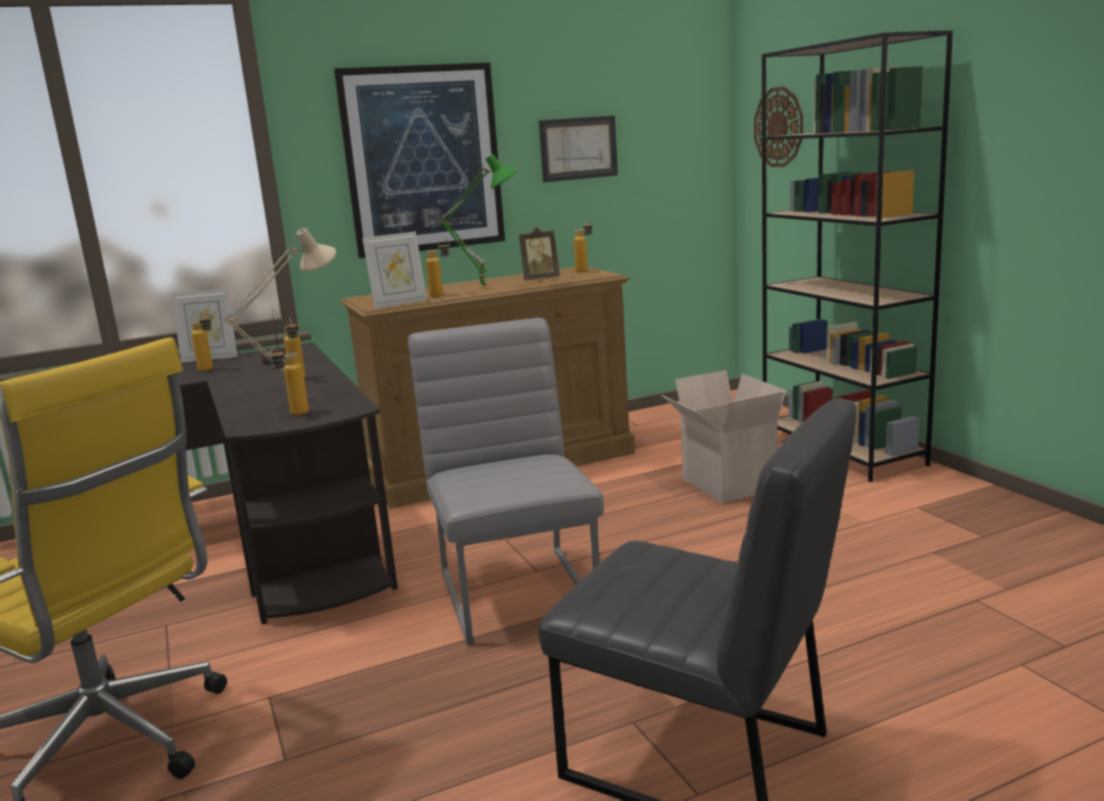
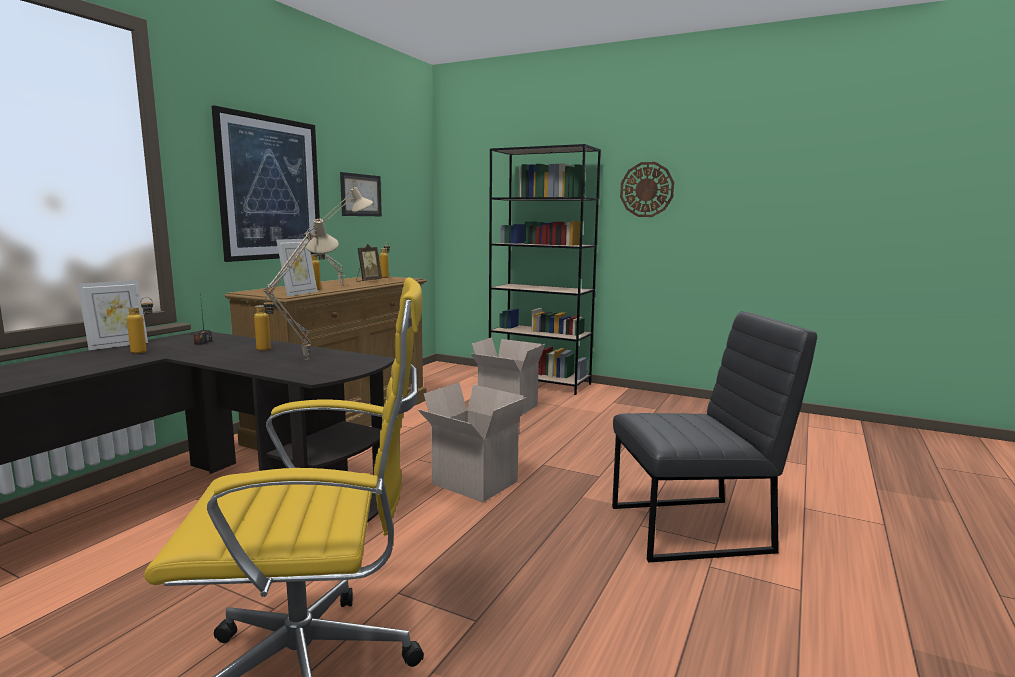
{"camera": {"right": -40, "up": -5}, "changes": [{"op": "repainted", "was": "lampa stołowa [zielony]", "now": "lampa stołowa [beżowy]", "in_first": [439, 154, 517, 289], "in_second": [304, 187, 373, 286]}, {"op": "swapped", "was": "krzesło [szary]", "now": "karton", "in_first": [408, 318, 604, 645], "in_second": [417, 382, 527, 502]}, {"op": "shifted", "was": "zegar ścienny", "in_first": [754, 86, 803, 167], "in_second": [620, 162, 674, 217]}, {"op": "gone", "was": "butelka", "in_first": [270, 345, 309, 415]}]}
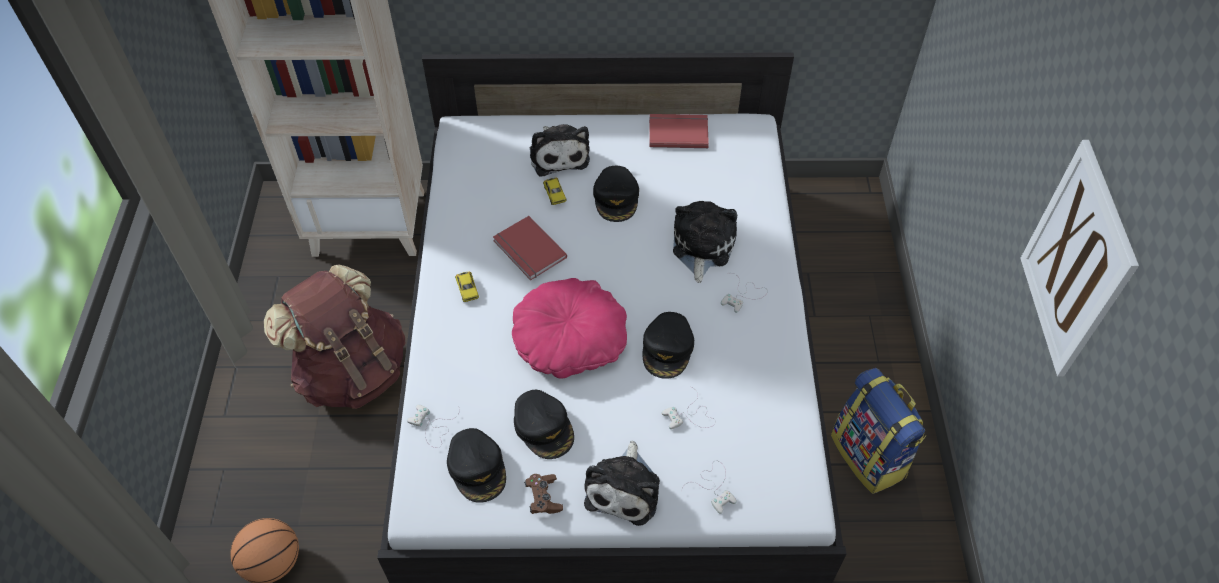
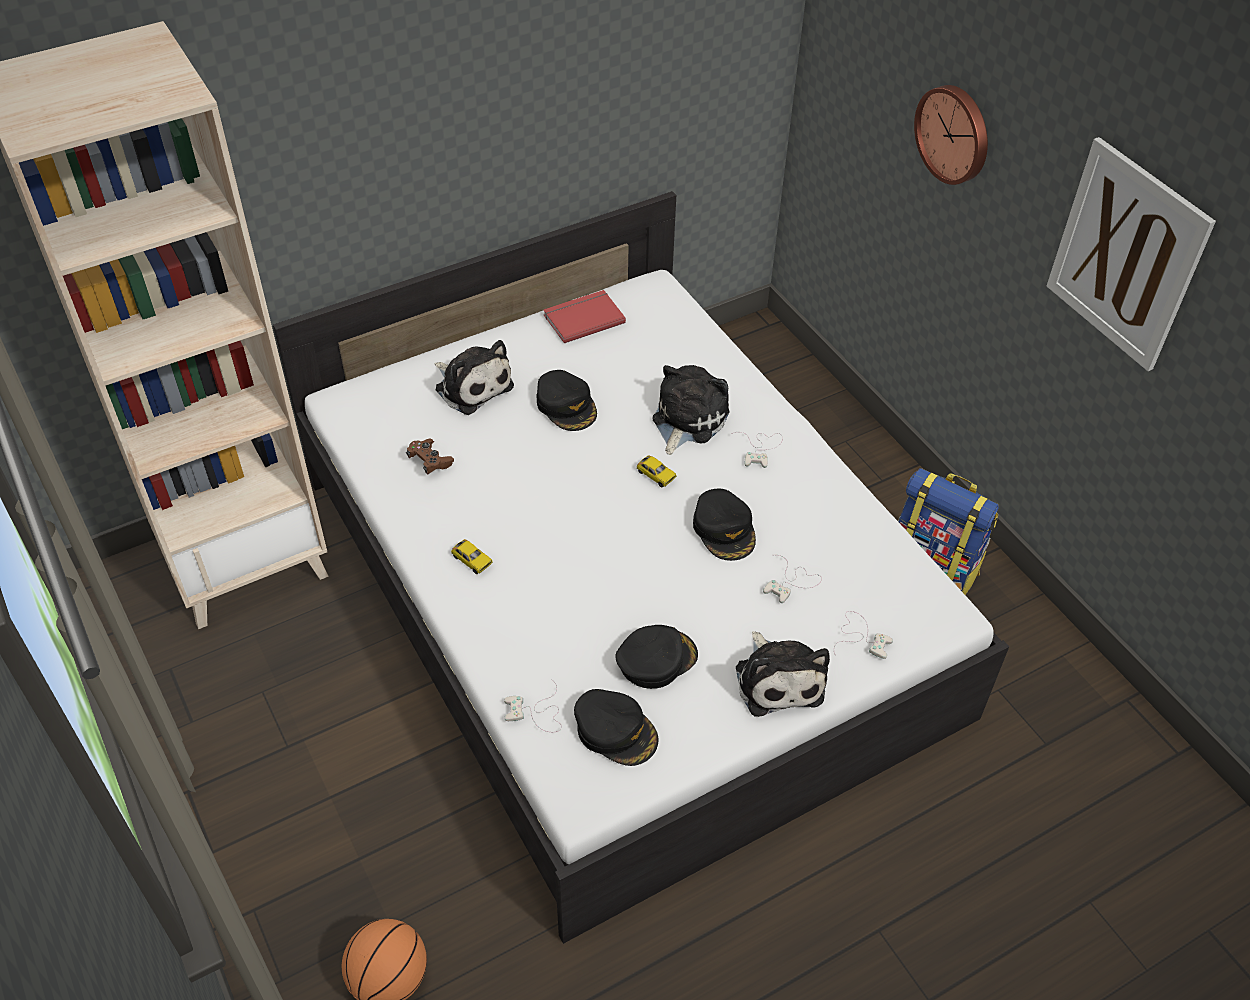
{"camera": {"right": -30, "up": -5}, "changes": [{"op": "shifted", "was": "pad do gier [brązowy]", "in_first": [524, 474, 563, 514], "in_second": [406, 439, 454, 474]}, {"op": "rotated", "was": "czapka z daszkiem [czarny]", "in_first": [514, 390, 574, 459], "in_second": [615, 625, 698, 689], "clockwise": -60}, {"op": "shifted", "was": "samochodzik", "in_first": [543, 178, 567, 205], "in_second": [637, 456, 677, 487]}, {"op": "rotated", "was": "pluszak", "in_first": [673, 201, 737, 283], "in_second": [653, 365, 730, 455], "clockwise": 45}, {"op": "new", "now": "zegar ścienny", "in_second": [914, 85, 988, 185]}, {"op": "gone", "was": "plecak [brązowy]", "in_first": [264, 264, 405, 409]}, {"op": "gone", "was": "książka [czerwony]", "in_first": [493, 216, 567, 280]}, {"op": "gone", "was": "poduszka [różowy]", "in_first": [512, 278, 627, 378]}]}
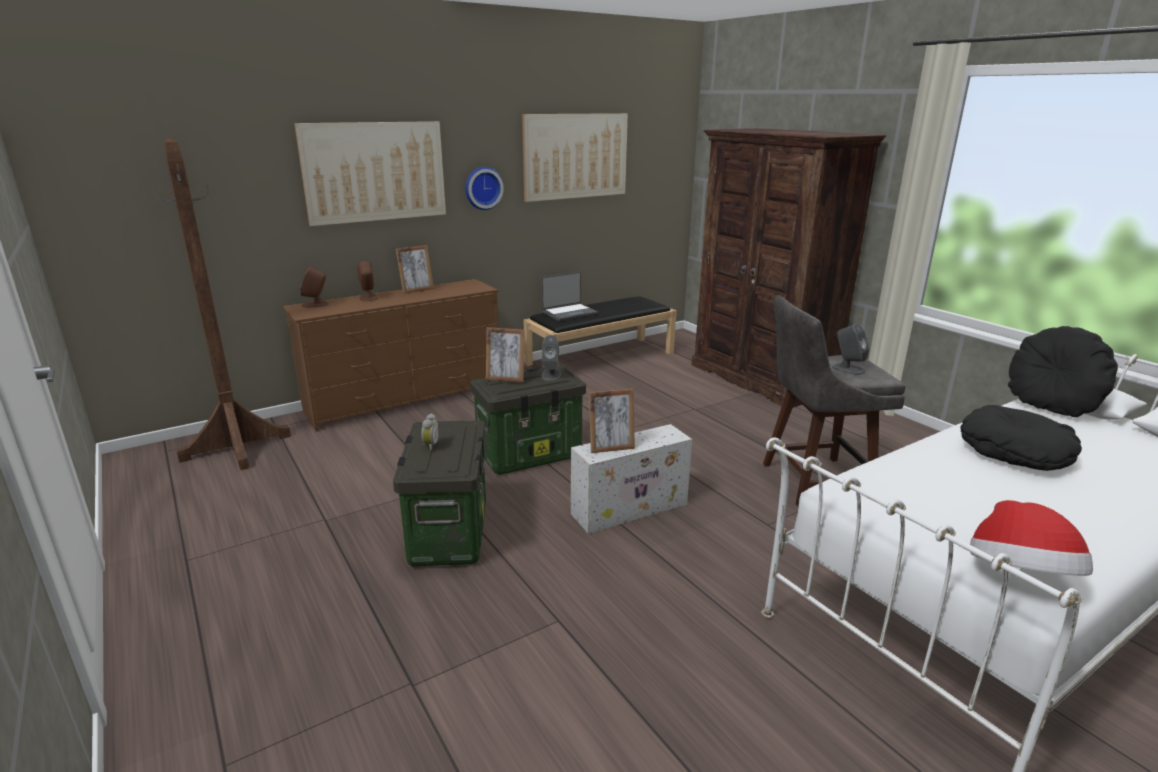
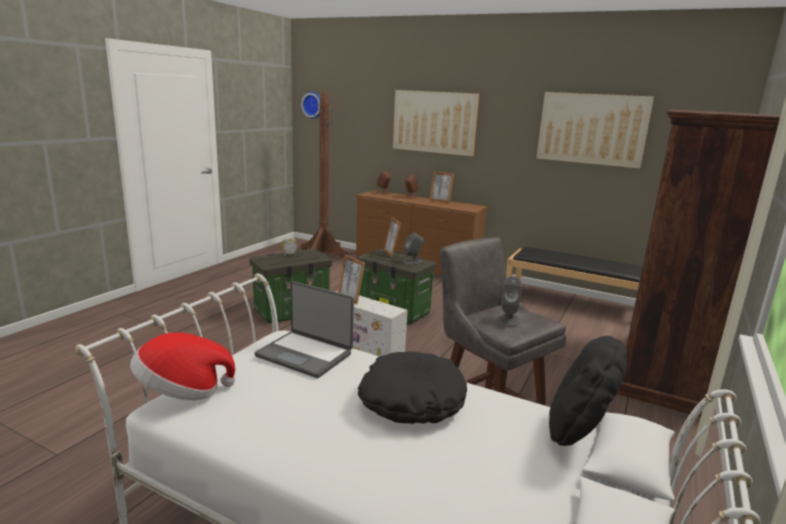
{"camera": {"right": 60, "up": -5}, "changes": [{"op": "shifted", "was": "laptop", "in_first": [541, 272, 598, 321], "in_second": [254, 281, 354, 378]}, {"op": "shifted", "was": "zegar ścienny", "in_first": [465, 167, 504, 210], "in_second": [301, 92, 320, 119]}]}
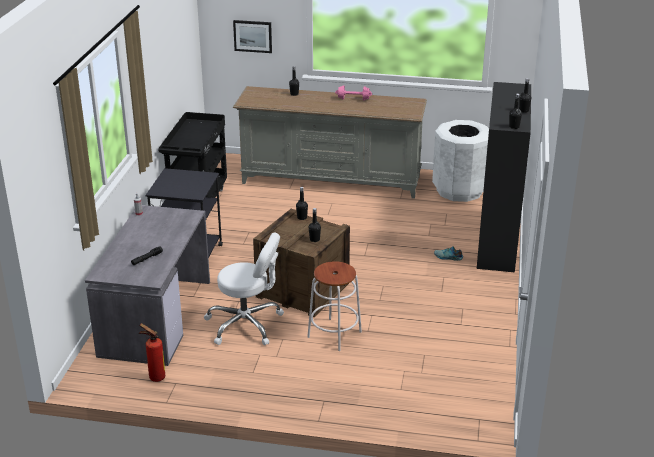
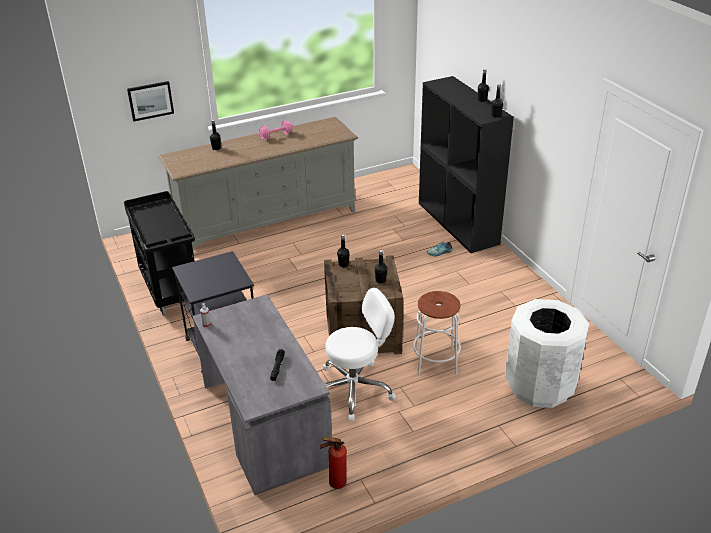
{"camera": {"right": -35, "up": 5}, "changes": [{"op": "shifted", "was": "kosz na śmieci [biały]", "in_first": [432, 120, 489, 202], "in_second": [505, 299, 589, 408]}]}
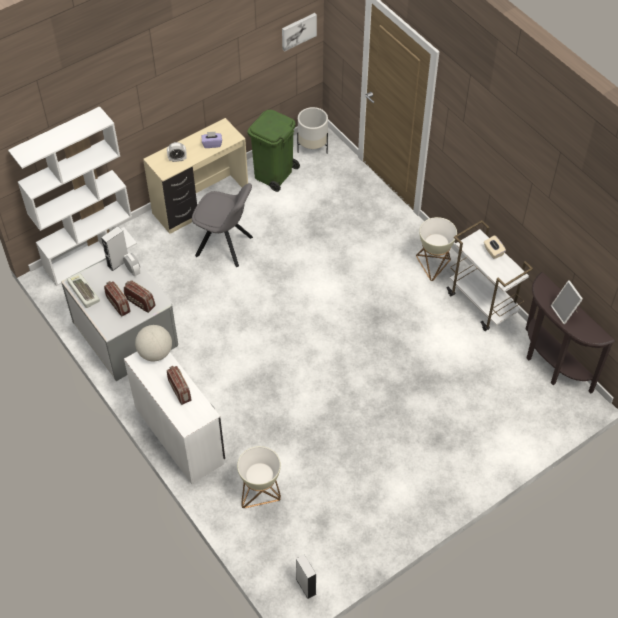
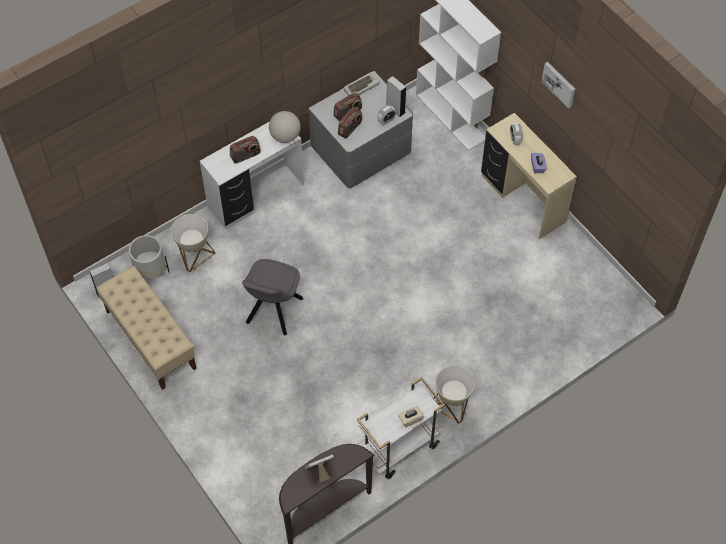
{"camera": {"right": 90, "up": 5}, "changes": [{"op": "new", "now": "ławka [beżowy]", "in_second": [96, 266, 197, 390]}, {"op": "shifted", "was": "donica [biały]", "in_first": [297, 107, 328, 153], "in_second": [129, 235, 169, 279]}, {"op": "shifted", "was": "krzesło [szary]", "in_first": [192, 183, 253, 267], "in_second": [242, 259, 303, 336]}, {"op": "shifted", "was": "obraz", "in_first": [282, 13, 317, 51], "in_second": [541, 62, 575, 109]}, {"op": "gone", "was": "kosz na śmieci [zielony]", "in_first": [247, 110, 300, 192]}]}
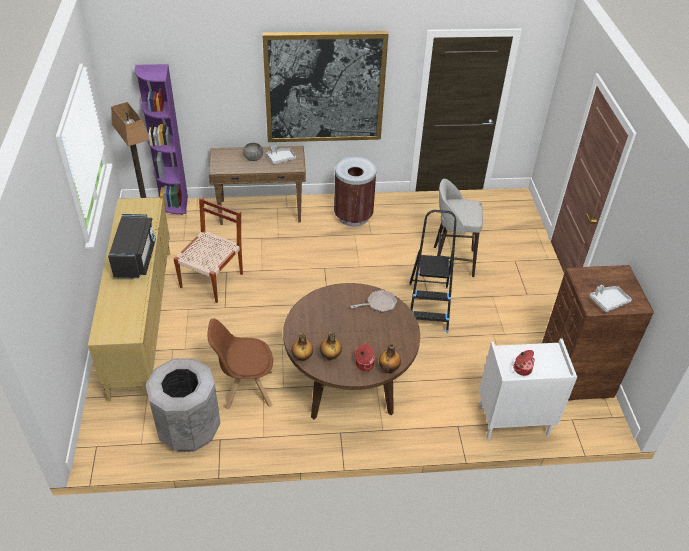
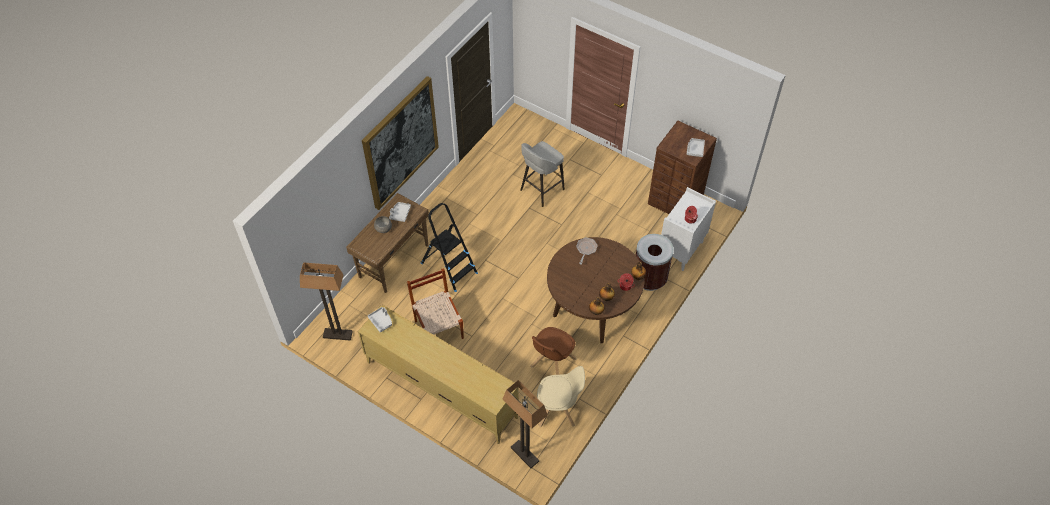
{"camera": {"right": -50, "up": 10}, "changes": [{"op": "new", "now": "taca [szary]", "in_second": [368, 307, 392, 333]}, {"op": "shifted", "was": "drabinka [czarny]", "in_first": [409, 210, 456, 333], "in_second": [421, 203, 478, 292]}, {"op": "new", "now": "lampa stojąca", "in_second": [503, 380, 547, 468]}, {"op": "swapped", "was": "kosz na śmieci [szary]", "now": "krzesło [beżowy]", "in_first": [146, 358, 220, 452], "in_second": [537, 366, 585, 427]}, {"op": "shifted", "was": "kosz na śmieci [brązowy]", "in_first": [334, 157, 376, 227], "in_second": [636, 234, 674, 291]}, {"op": "gone", "was": "mikrofalówka [czarny]", "in_first": [108, 214, 156, 279]}, {"op": "gone", "was": "regał [fioletowy]", "in_first": [135, 64, 188, 215]}]}
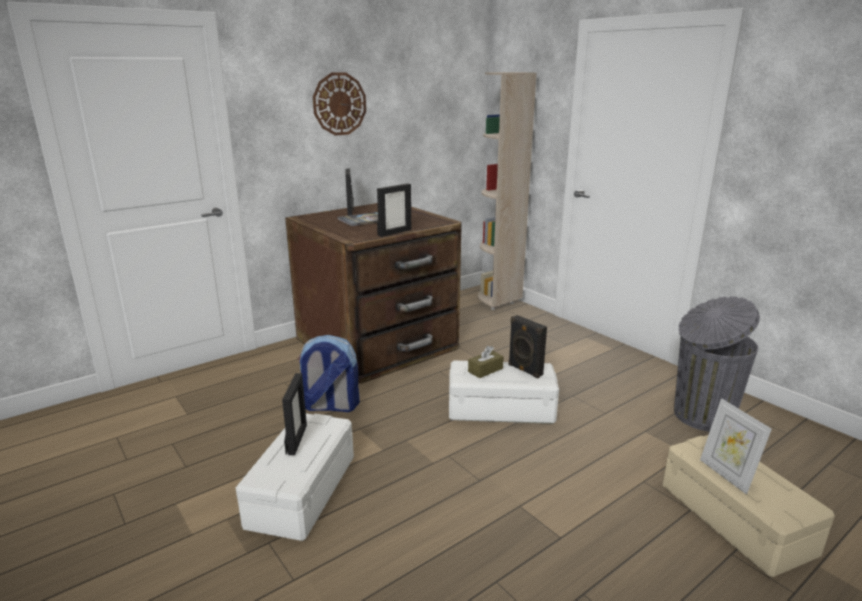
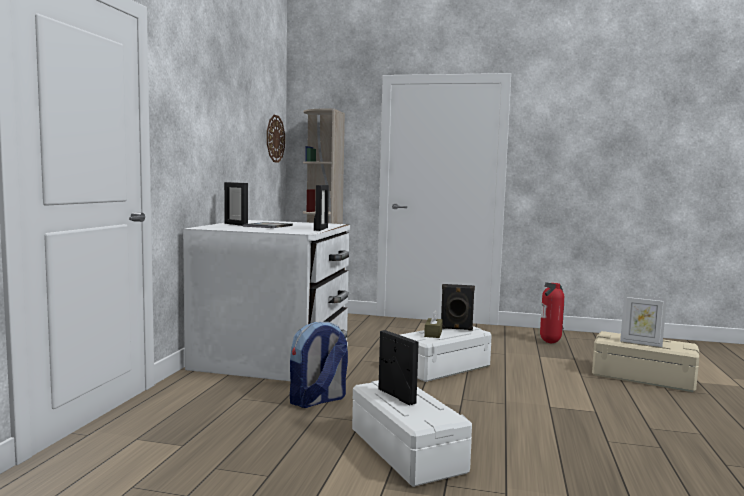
{"camera": {"right": -40, "up": -15}, "changes": [{"op": "repainted", "was": "komoda [brązowy]", "now": "komoda [biały]", "in_first": [285, 203, 461, 384], "in_second": [183, 220, 350, 381]}, {"op": "shifted", "was": "zegar ścienny", "in_first": [313, 72, 366, 136], "in_second": [267, 115, 285, 163]}, {"op": "swapped", "was": "kosz na śmieci [szary]", "now": "gaśnica", "in_first": [674, 296, 760, 432], "in_second": [540, 282, 564, 343]}]}
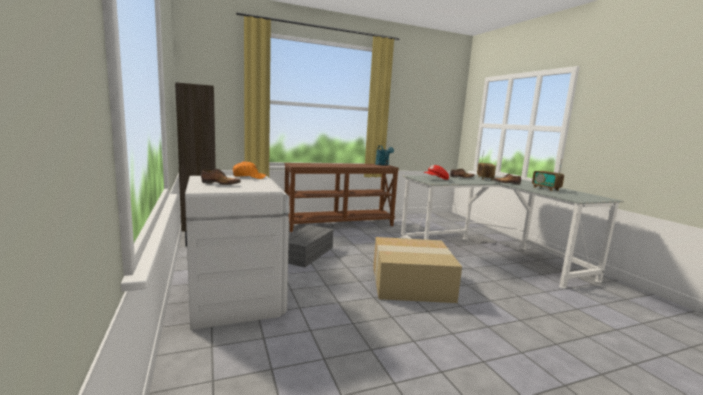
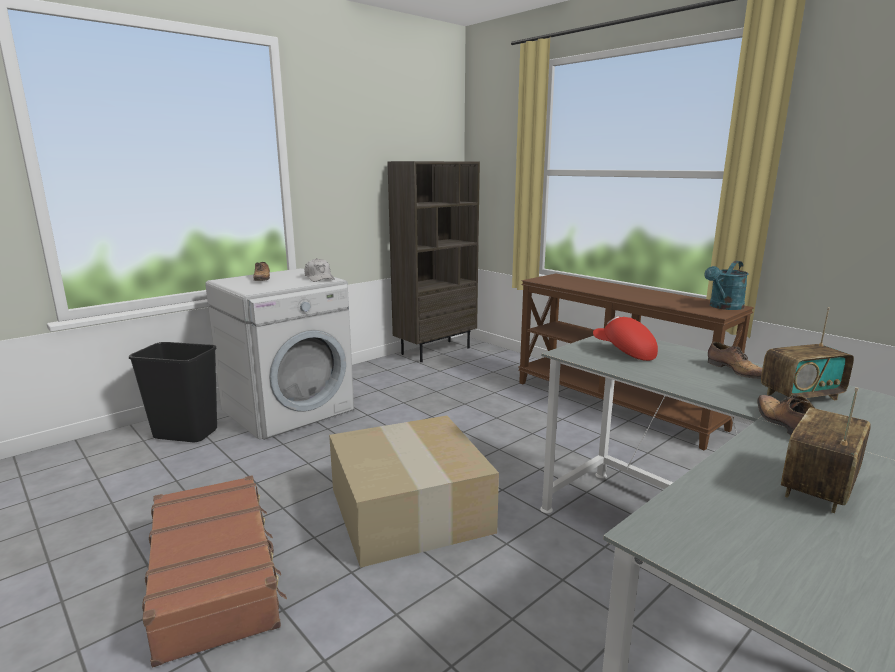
{"camera": {"right": 70, "up": 5}, "changes": [{"op": "new", "now": "kosz na śmieci [czarny]", "in_second": [129, 342, 217, 442]}, {"op": "new", "now": "walizka [brązowy]", "in_second": [142, 476, 287, 667]}, {"op": "repainted", "was": "czapka z daszkiem [pomarańczowy]", "now": "czapka z daszkiem [biały]", "in_first": [233, 161, 266, 179], "in_second": [305, 258, 335, 282]}, {"op": "gone", "was": "pojemnik do przechowywania [szary]", "in_first": [288, 225, 334, 267]}]}
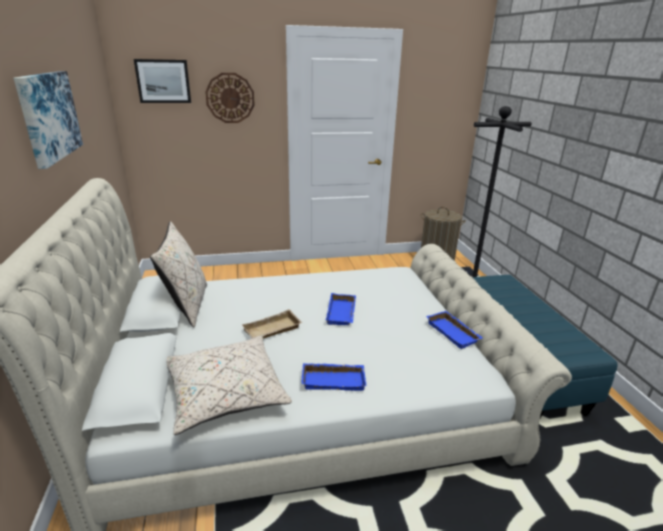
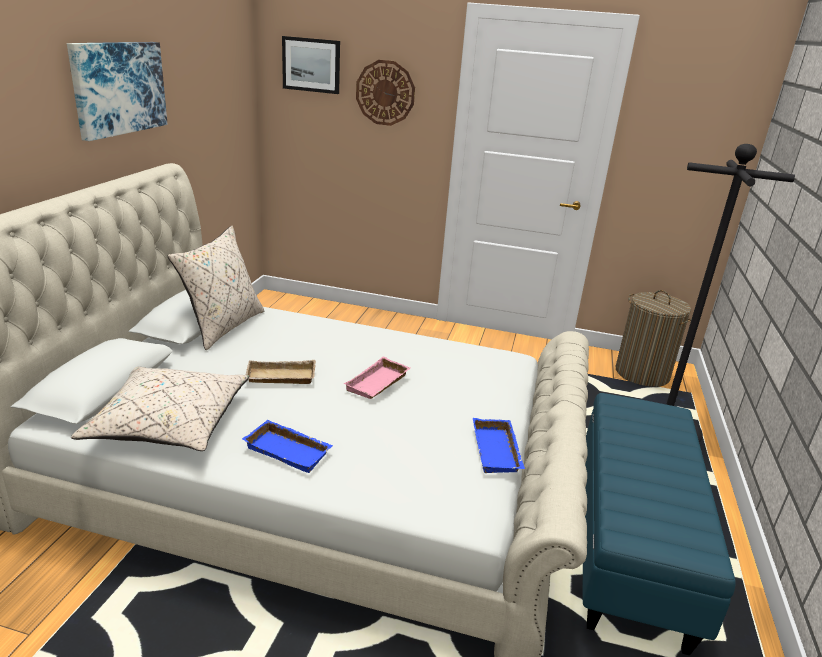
{"camera": {"right": 25, "up": 0}, "changes": [{"op": "repainted", "was": "taca [niebieski]", "now": "taca [różowy]", "in_first": [326, 293, 356, 325], "in_second": [344, 356, 410, 399]}]}
